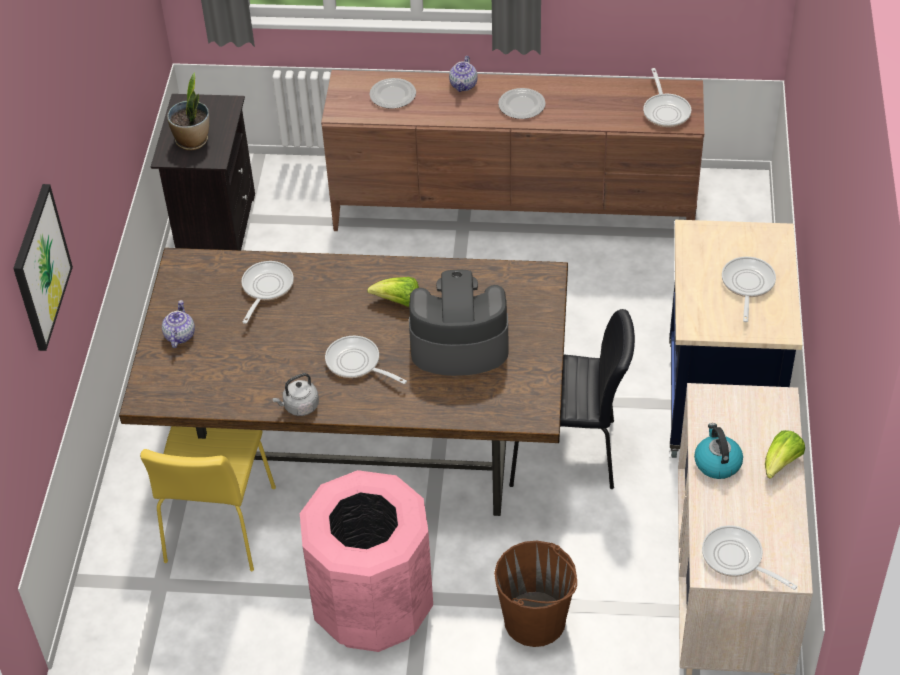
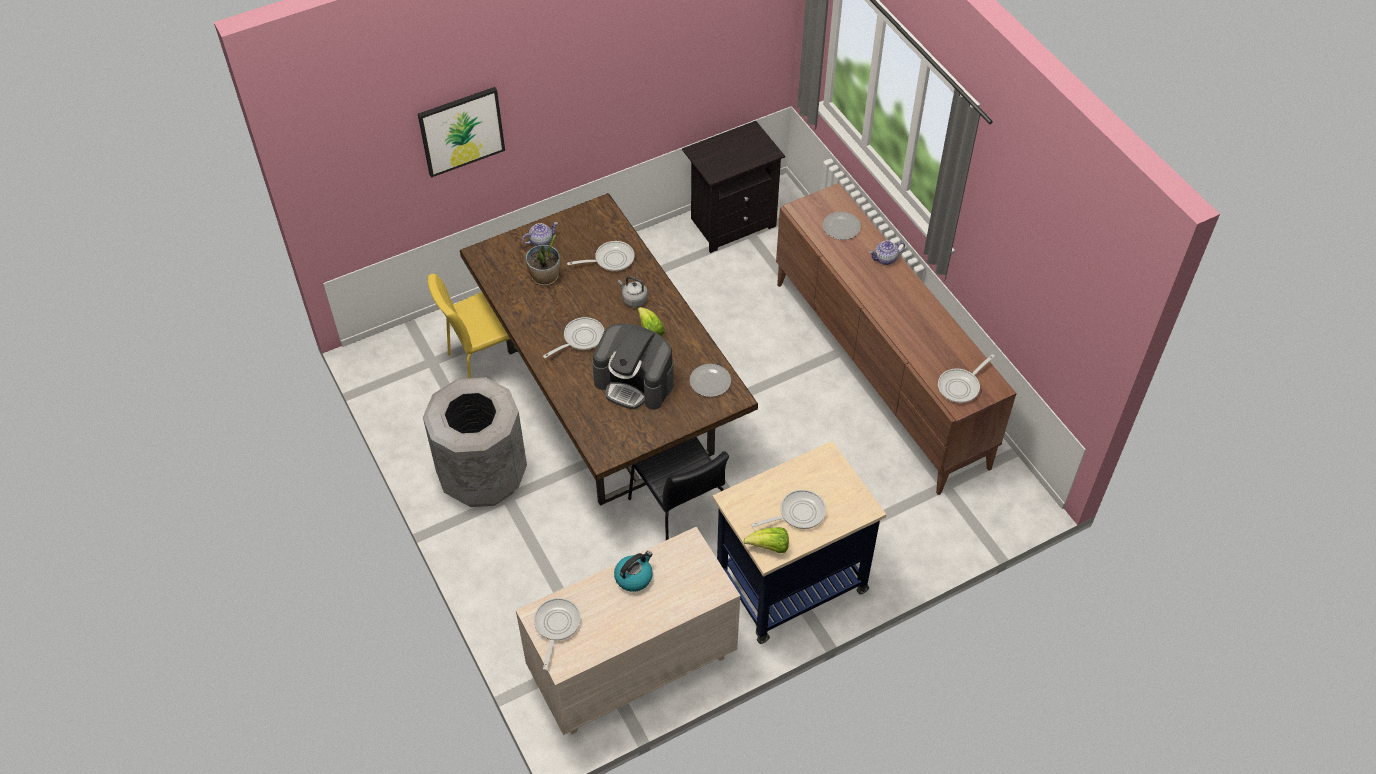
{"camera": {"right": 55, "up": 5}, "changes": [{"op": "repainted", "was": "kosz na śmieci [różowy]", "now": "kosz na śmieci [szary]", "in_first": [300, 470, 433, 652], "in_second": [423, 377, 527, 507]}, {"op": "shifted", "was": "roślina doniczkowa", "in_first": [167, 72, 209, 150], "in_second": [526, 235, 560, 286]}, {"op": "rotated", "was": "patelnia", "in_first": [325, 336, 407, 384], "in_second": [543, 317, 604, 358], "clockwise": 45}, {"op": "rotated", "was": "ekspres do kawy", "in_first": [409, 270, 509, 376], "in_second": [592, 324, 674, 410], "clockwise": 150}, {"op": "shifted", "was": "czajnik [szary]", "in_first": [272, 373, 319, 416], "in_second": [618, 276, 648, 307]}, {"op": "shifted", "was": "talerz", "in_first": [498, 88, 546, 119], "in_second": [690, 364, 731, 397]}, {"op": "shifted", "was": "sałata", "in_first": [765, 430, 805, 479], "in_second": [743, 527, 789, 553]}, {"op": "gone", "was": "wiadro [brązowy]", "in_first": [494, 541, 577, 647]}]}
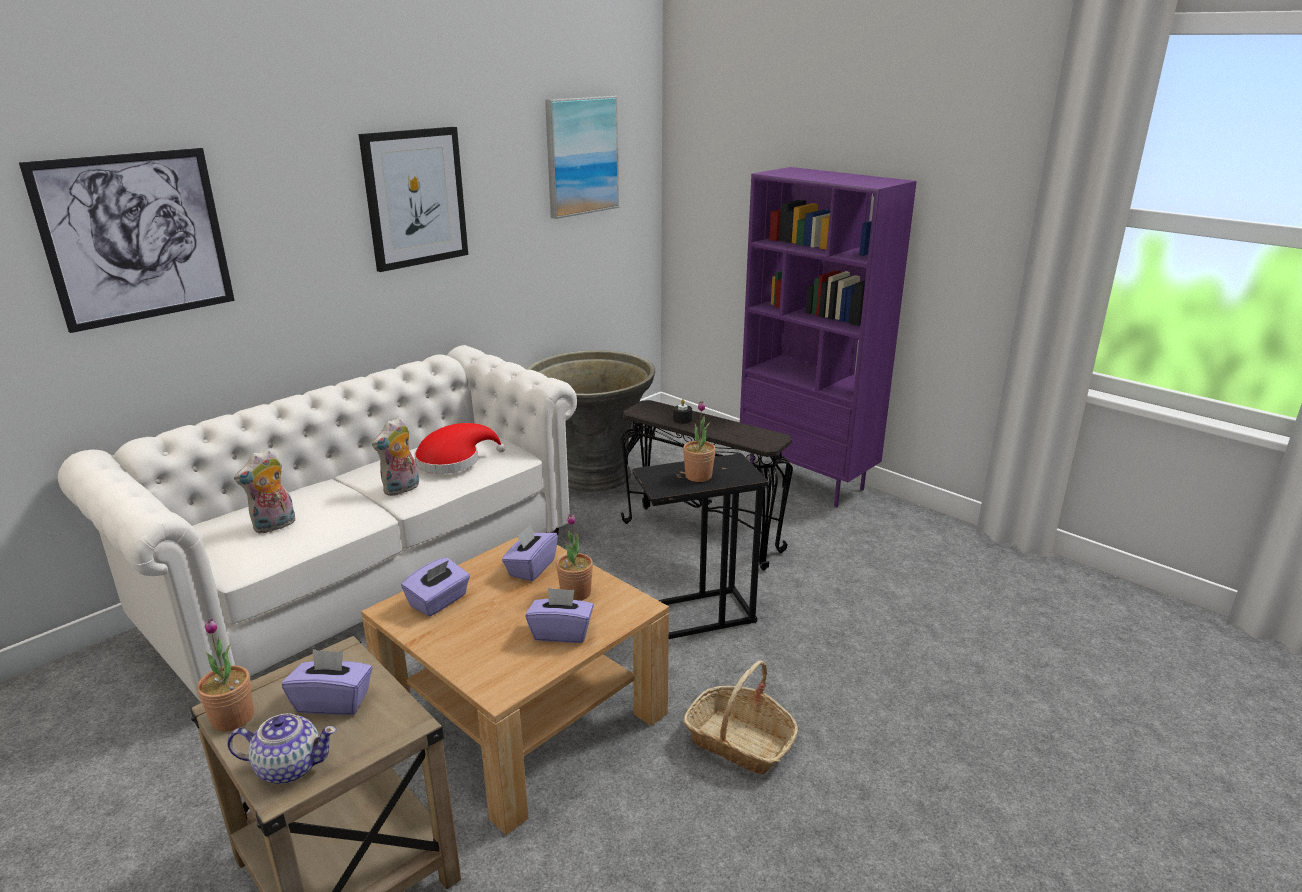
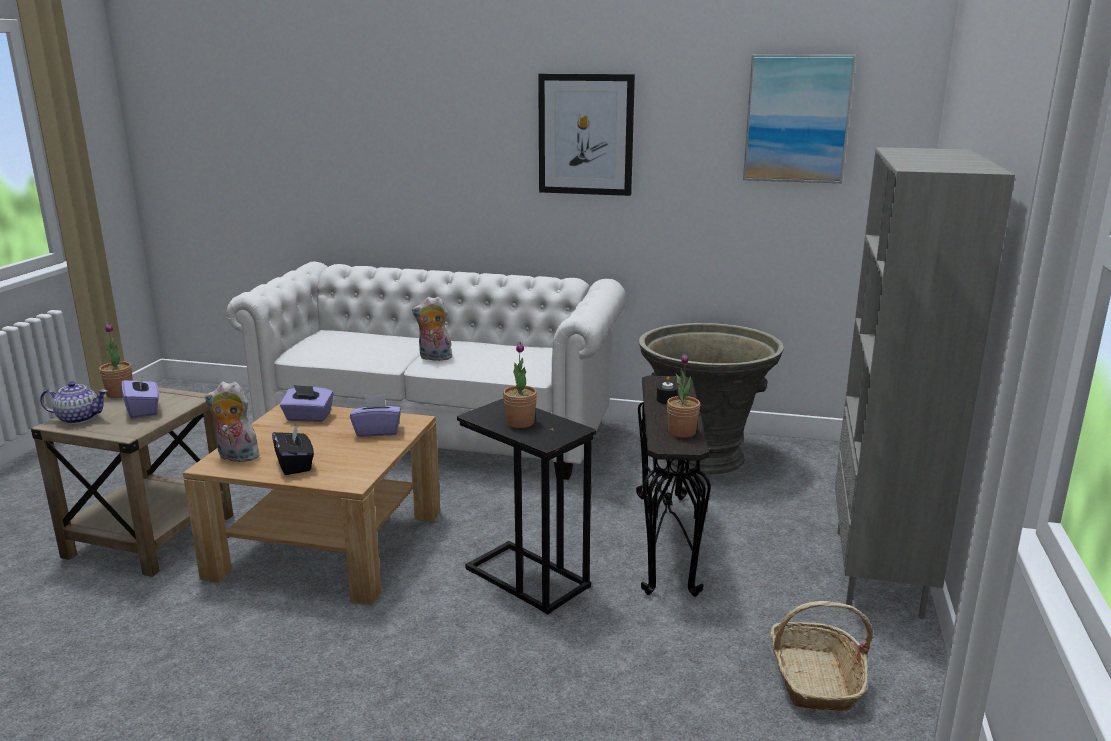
{"camera": {"right": 60, "up": -5}, "changes": [{"op": "rotated", "was": "imbryk", "in_first": [227, 713, 337, 784], "in_second": [40, 382, 108, 424], "clockwise": -60}, {"op": "shifted", "was": "pluszak", "in_first": [234, 448, 295, 534], "in_second": [205, 382, 260, 464]}, {"op": "repainted", "was": "pudełko chusteczek [fioletowy]", "now": "pudełko chusteczek [czarny]", "in_first": [526, 587, 594, 643], "in_second": [272, 424, 314, 475]}, {"op": "shifted", "was": "roślina doniczkowa", "in_first": [556, 514, 593, 601], "in_second": [667, 353, 700, 438]}, {"op": "shifted", "was": "koszyk", "in_first": [683, 661, 798, 774], "in_second": [770, 601, 873, 711]}, {"op": "repainted", "was": "regał [fioletowy]", "now": "regał [szary]", "in_first": [740, 167, 917, 507], "in_second": [835, 147, 1015, 619]}, {"op": "gone", "was": "obraz", "in_first": [19, 148, 235, 333]}, {"op": "gone", "was": "kapelusz [czerwony]", "in_first": [414, 423, 506, 474]}]}
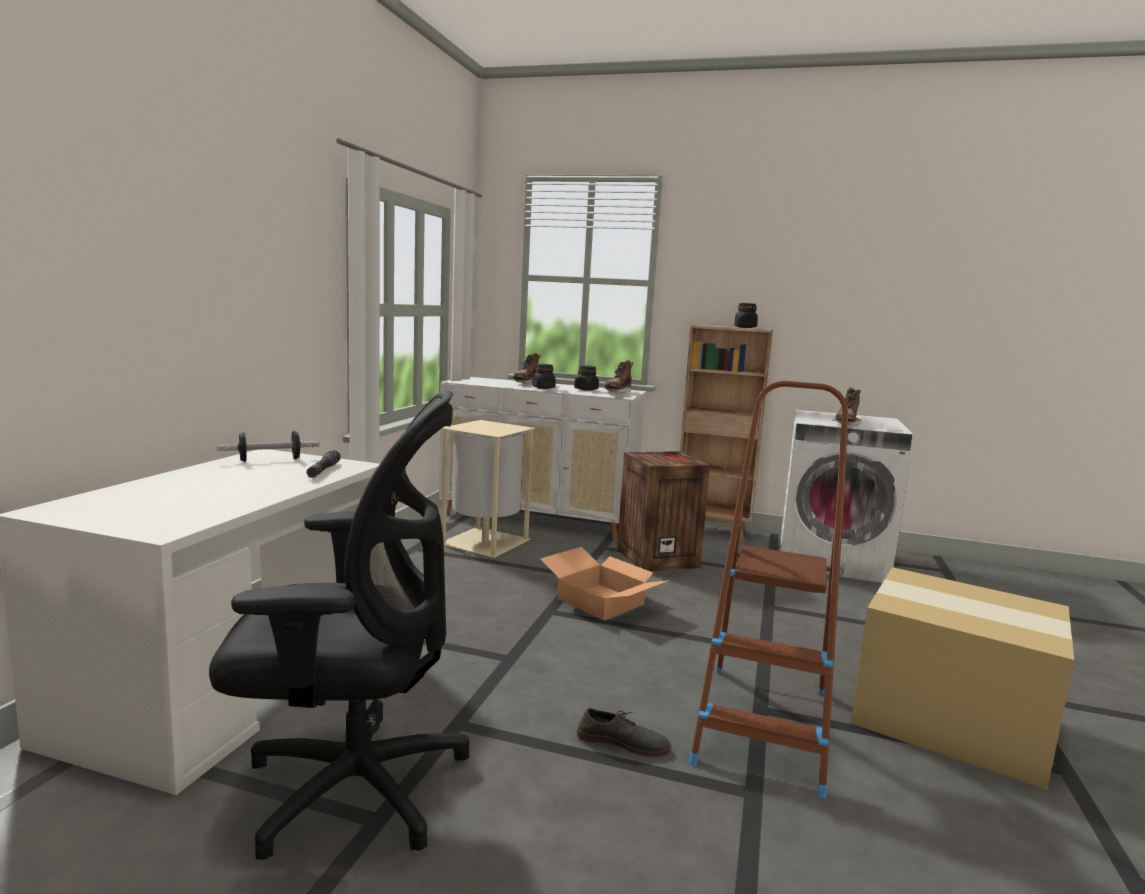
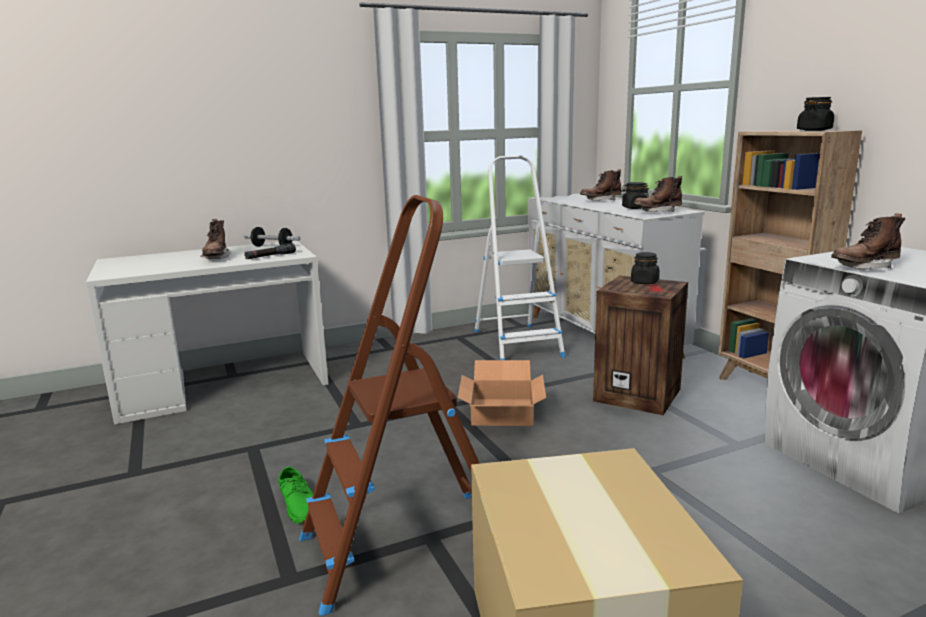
{"camera": {"right": 50, "up": 5}, "changes": [{"op": "new", "now": "but z cholewką [brązowy]", "in_second": [200, 219, 231, 259]}, {"op": "repainted", "was": "but [szary]", "now": "but [zielony]", "in_first": [577, 708, 672, 757], "in_second": [278, 467, 313, 524]}, {"op": "swapped", "was": "kosz na śmieci [beżowy]", "now": "drabinka [biały]", "in_first": [441, 420, 536, 558], "in_second": [474, 155, 566, 360]}, {"op": "shifted", "was": "słoik [czarny]", "in_first": [532, 364, 556, 389], "in_second": [631, 252, 659, 284]}, {"op": "gone", "was": "krzesło biurowe [czarny]", "in_first": [209, 391, 470, 860]}]}
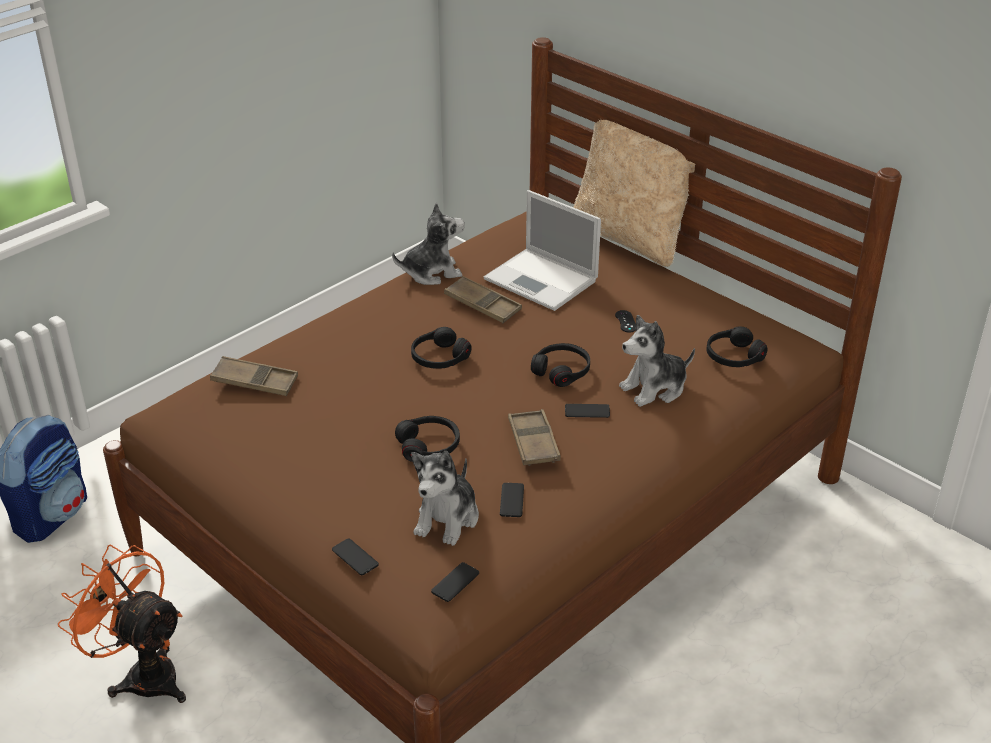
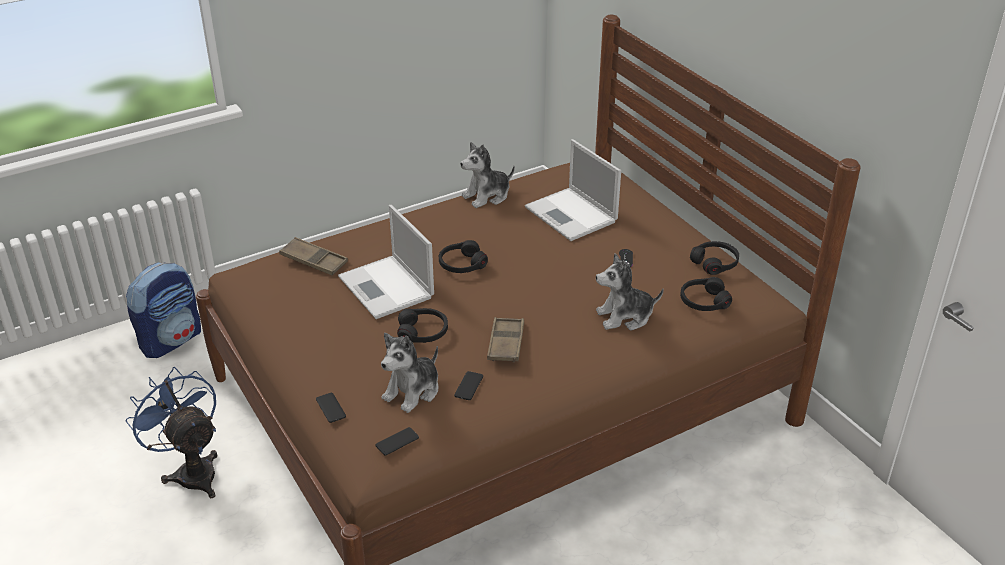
{"camera": {"right": 15, "up": 0}, "changes": [{"op": "repainted", "was": "wentylator [pomarańczowy]", "now": "wentylator [niebieski]", "in_first": [58, 544, 186, 703], "in_second": [126, 367, 217, 498]}, {"op": "new", "now": "laptop", "in_second": [338, 205, 434, 319]}, {"op": "rotated", "was": "pluszak", "in_first": [392, 202, 465, 285], "in_second": [460, 142, 515, 208], "clockwise": 150}, {"op": "shifted", "was": "słuchawki [czarny]", "in_first": [531, 343, 590, 387], "in_second": [690, 241, 739, 275]}, {"op": "gone", "was": "taca [brązowy]", "in_first": [444, 276, 522, 323]}, {"op": "gone", "was": "telefon", "in_first": [565, 404, 610, 418]}, {"op": "gone", "was": "poduszka [beżowy]", "in_first": [573, 119, 696, 267]}]}
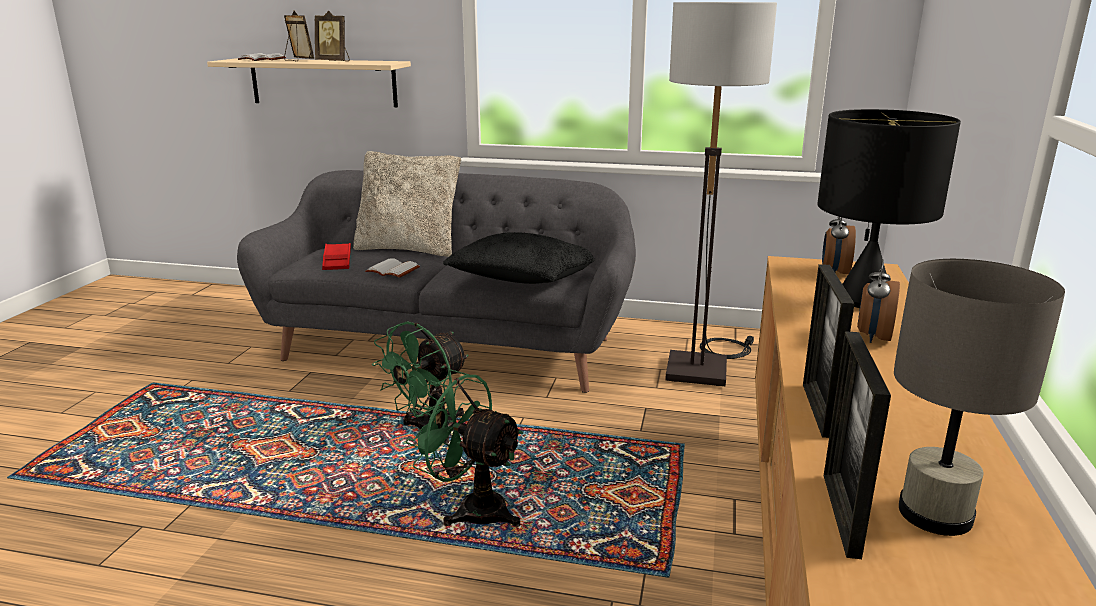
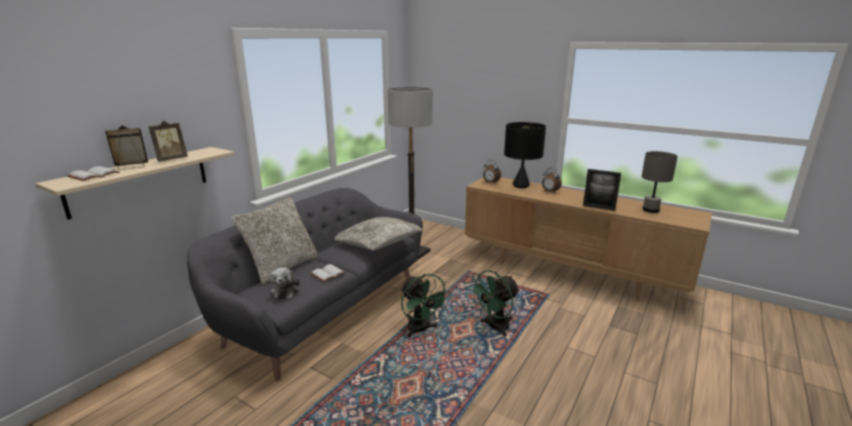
{"camera": {"right": -70, "up": 0}, "changes": [{"op": "swapped", "was": "taca [czerwony]", "now": "pluszak", "in_first": [322, 243, 351, 270], "in_second": [270, 268, 300, 300]}, {"op": "repainted", "was": "poduszka [czarny]", "now": "poduszka [beżowy]", "in_first": [443, 232, 594, 284], "in_second": [335, 217, 422, 250]}, {"op": "gone", "was": "ramka na zdjęcie", "in_first": [824, 331, 891, 559]}]}
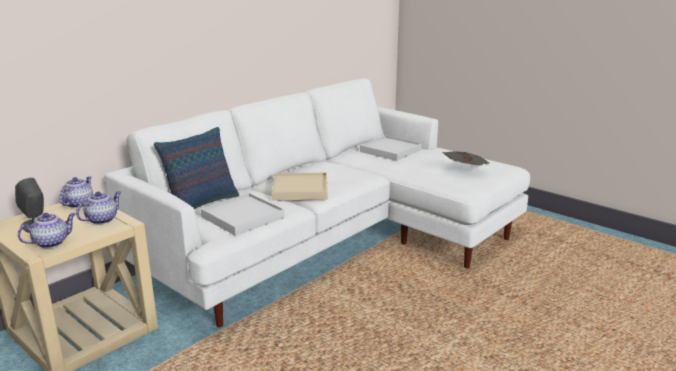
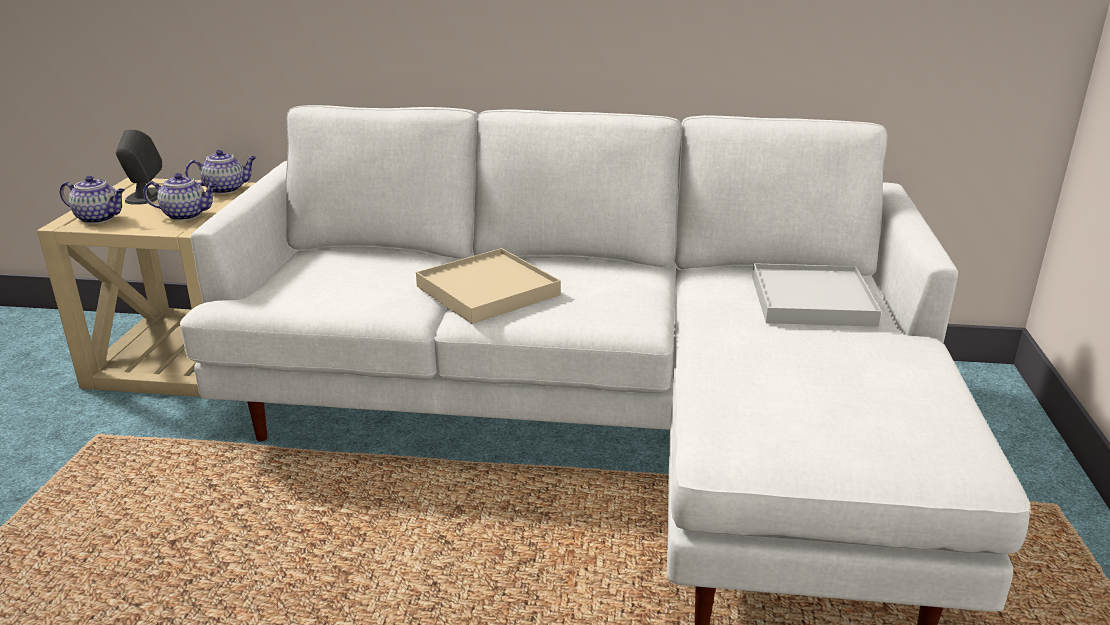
{"camera": {"right": 55, "up": 5}, "changes": [{"op": "gone", "was": "poduszka [niebieski]", "in_first": [154, 127, 239, 209]}, {"op": "gone", "was": "taca [biały]", "in_first": [201, 193, 285, 236]}, {"op": "gone", "was": "gazeta", "in_first": [442, 152, 489, 165]}]}
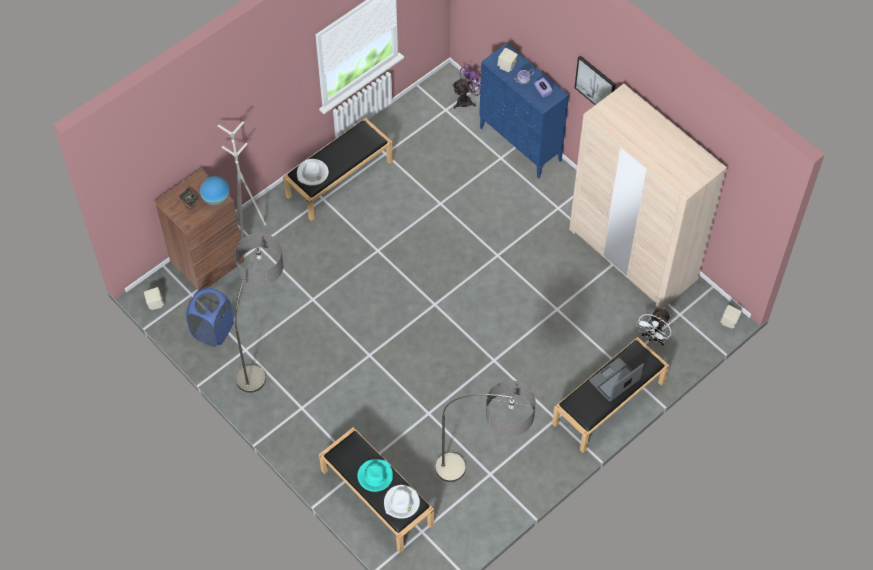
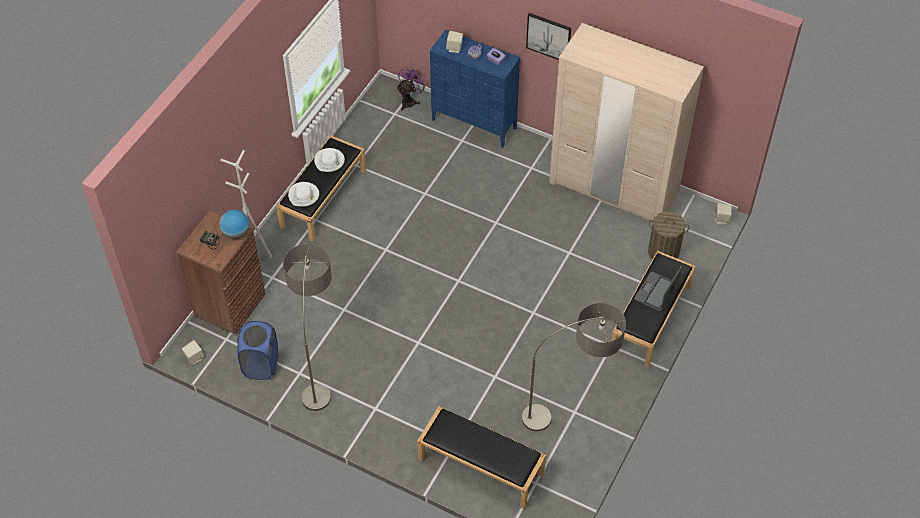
{"camera": {"right": -20, "up": -5}, "changes": [{"op": "shifted", "was": "kapelusz [biały]", "in_first": [384, 485, 420, 519], "in_second": [314, 148, 345, 172]}, {"op": "swapped", "was": "wentylator [biały]", "now": "kosz na pranie", "in_first": [636, 308, 672, 346], "in_second": [648, 211, 689, 260]}, {"op": "gone", "was": "kapelusz [turkusowy]", "in_first": [357, 459, 393, 492]}]}
